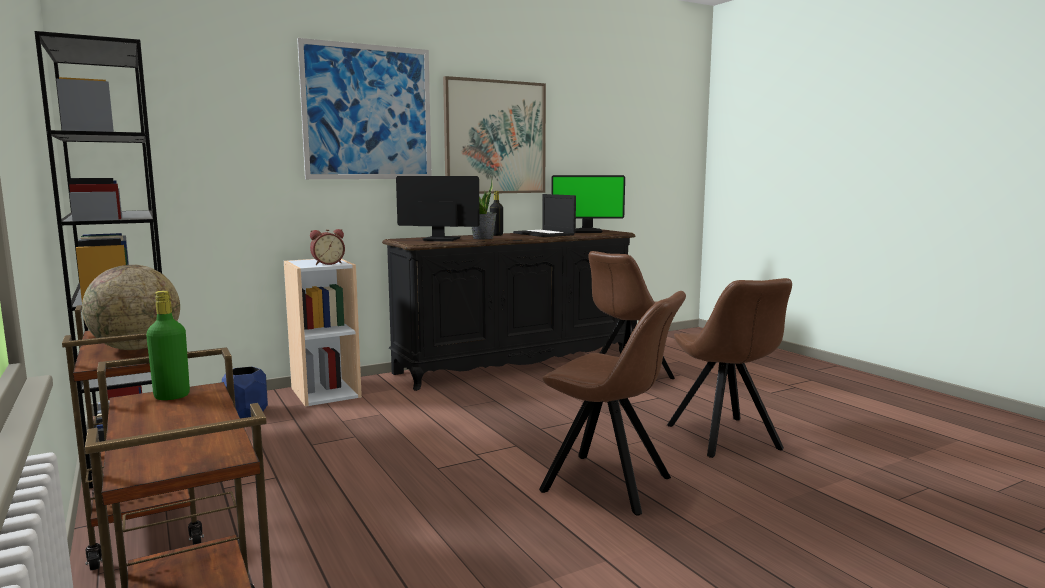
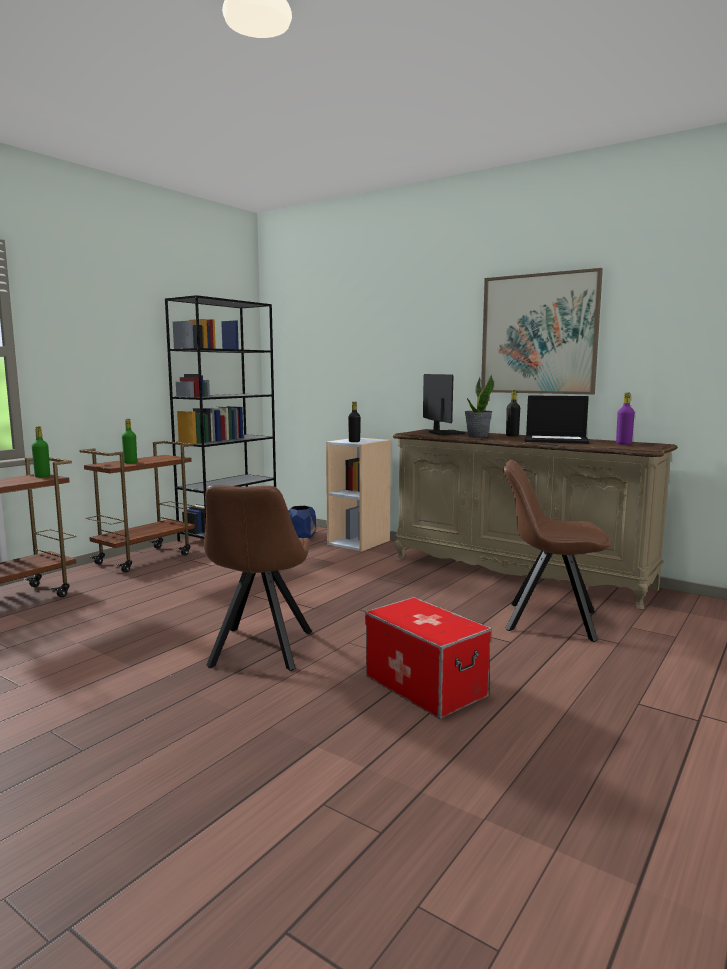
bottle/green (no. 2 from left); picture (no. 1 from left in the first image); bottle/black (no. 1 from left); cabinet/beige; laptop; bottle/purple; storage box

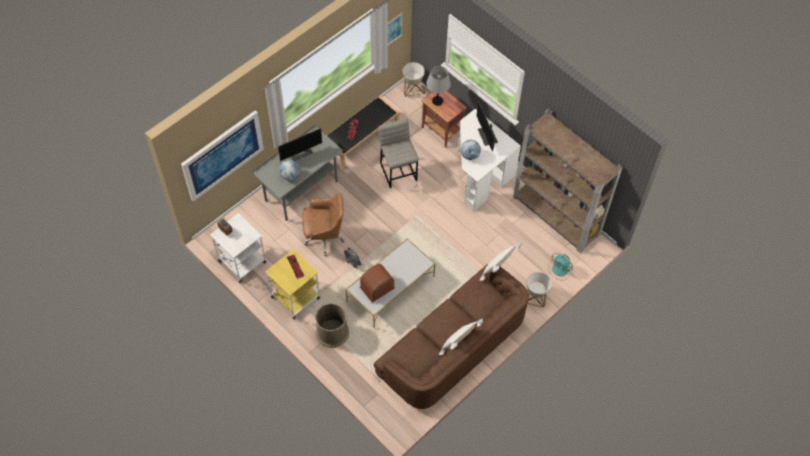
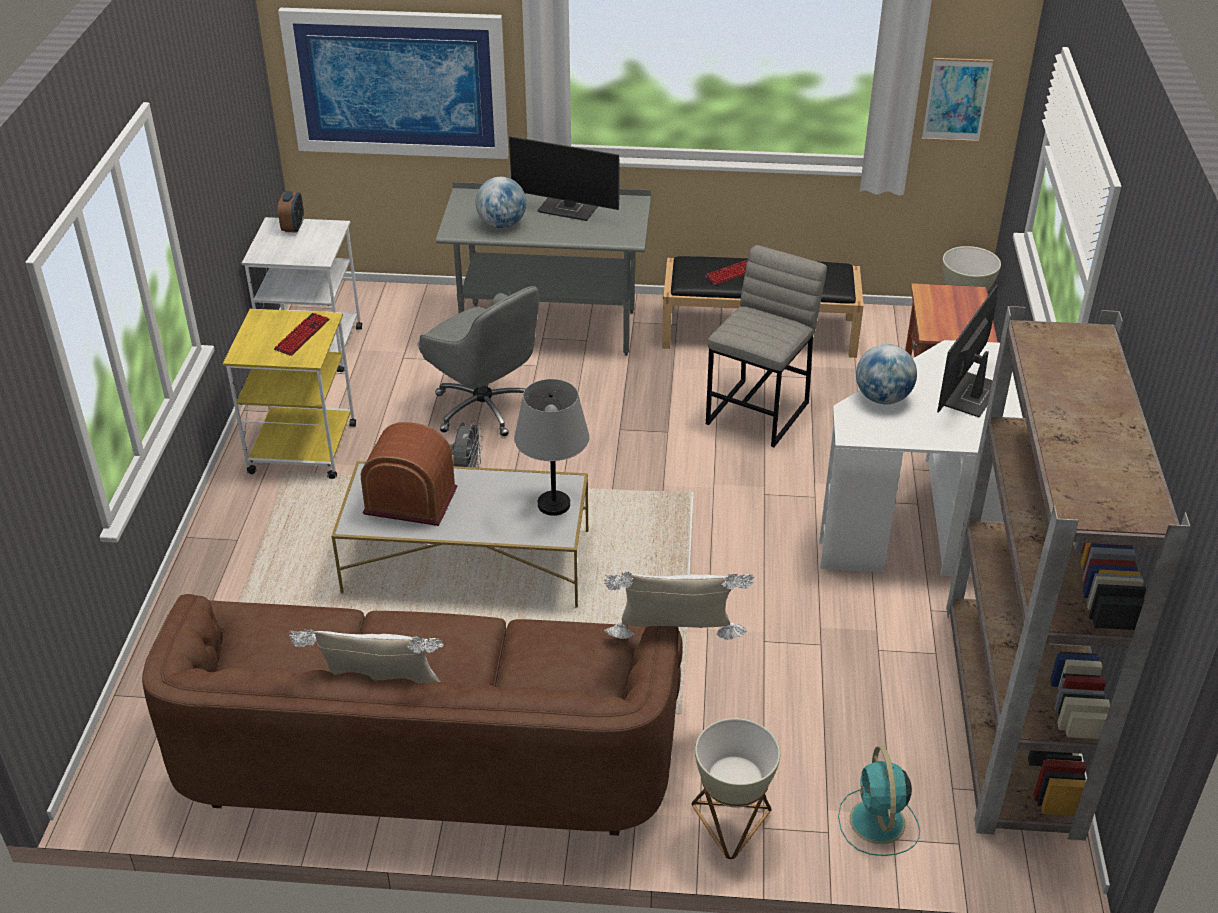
office chair/grey; trash can/brown; table lamp/grey

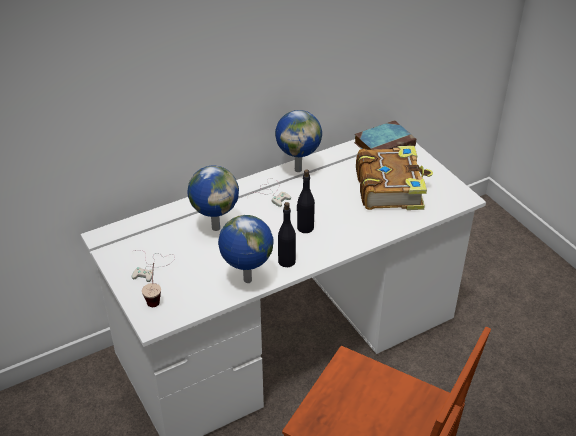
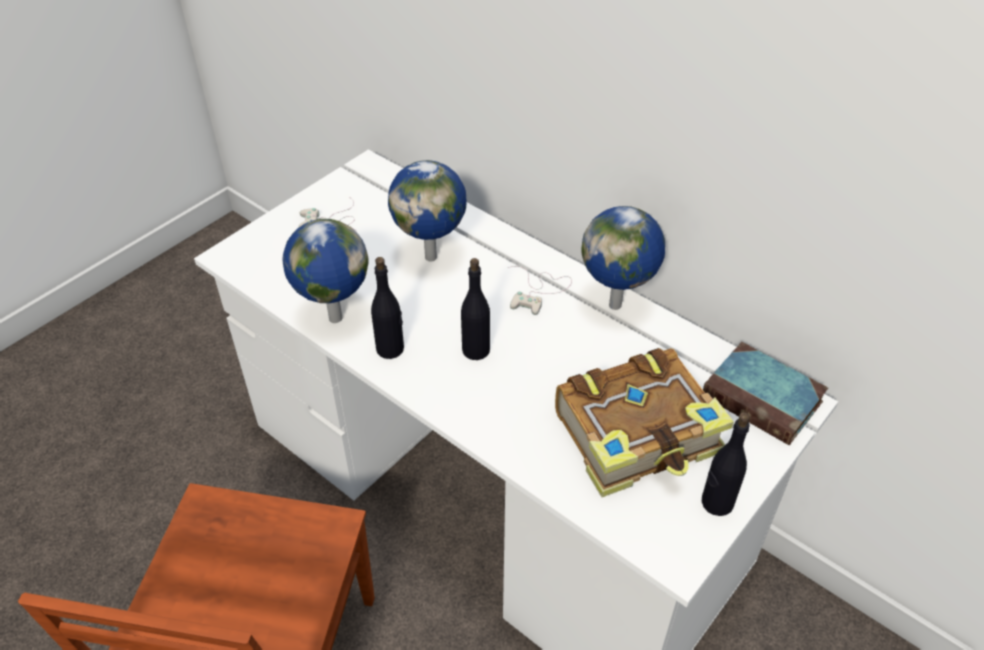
cup; bottle/black (no. 3 from left)

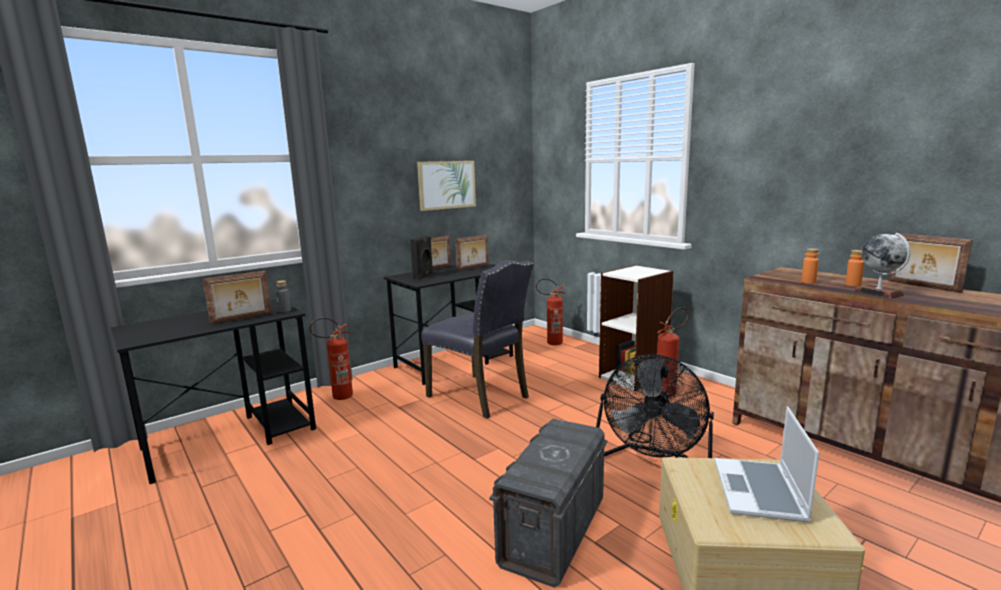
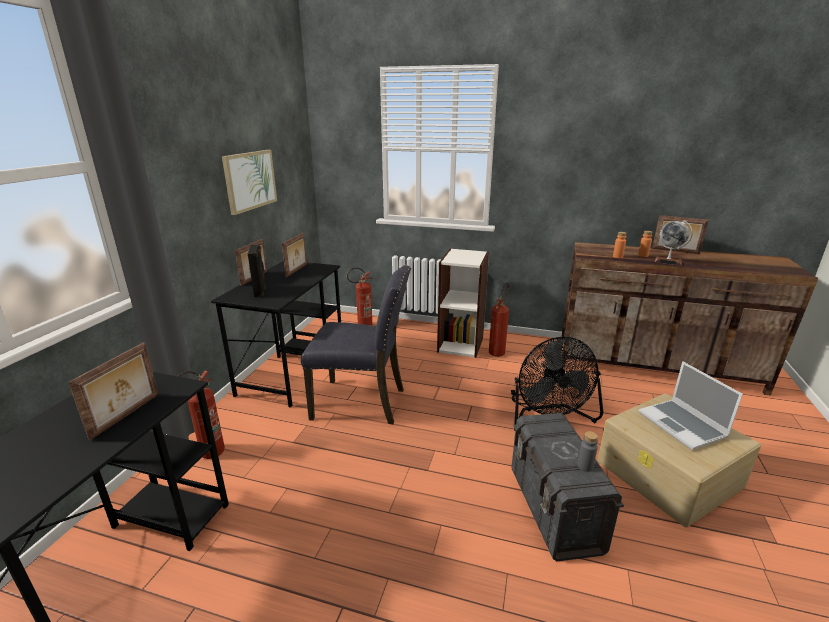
bottle/grey

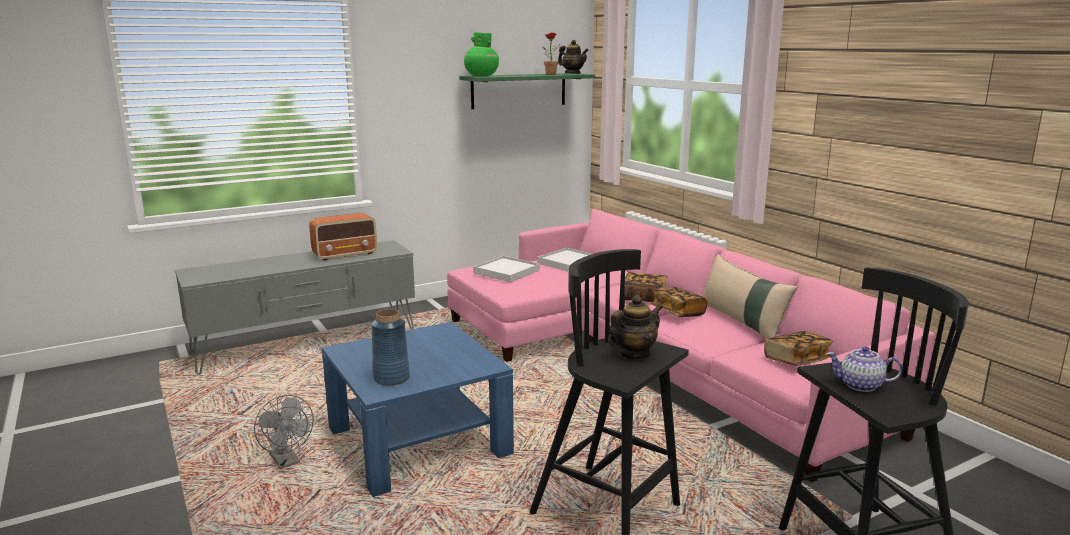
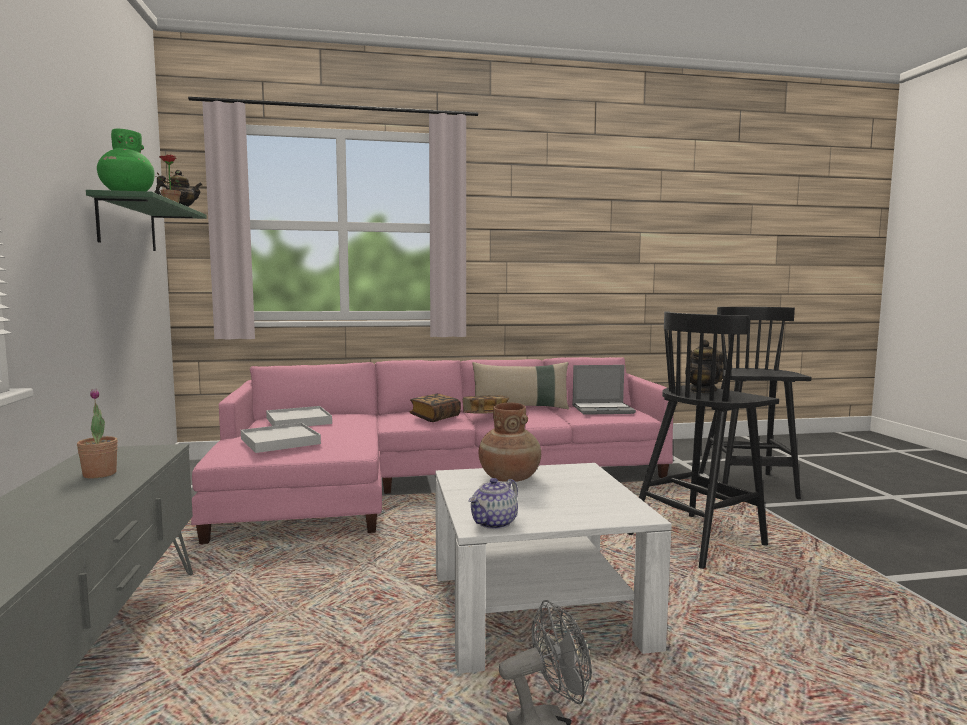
potted plant (no. 1 from left); coffee table/white; vase/blue; laptop; teapot (no. 2 from left); vase/brown

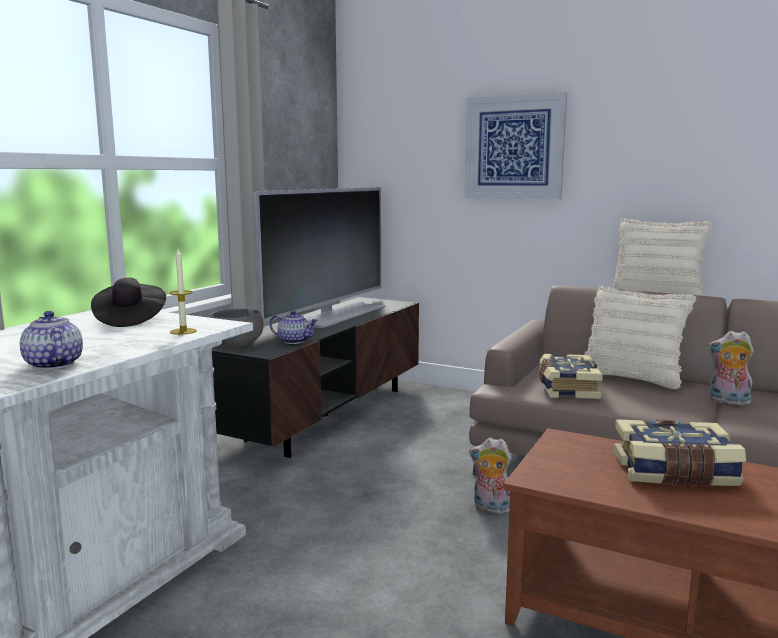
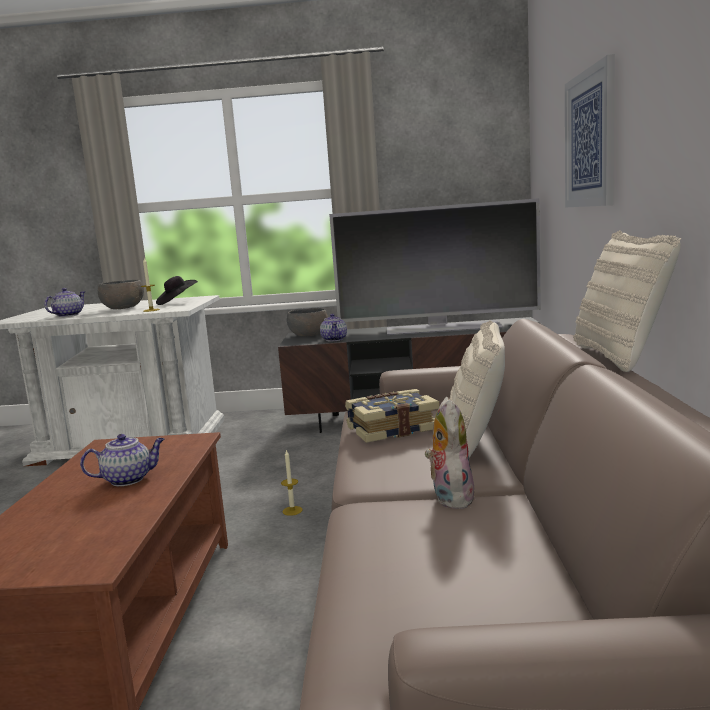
candle (no. 2 from left); teapot (no. 2 from left); bowl/grey (no. 1 from left)

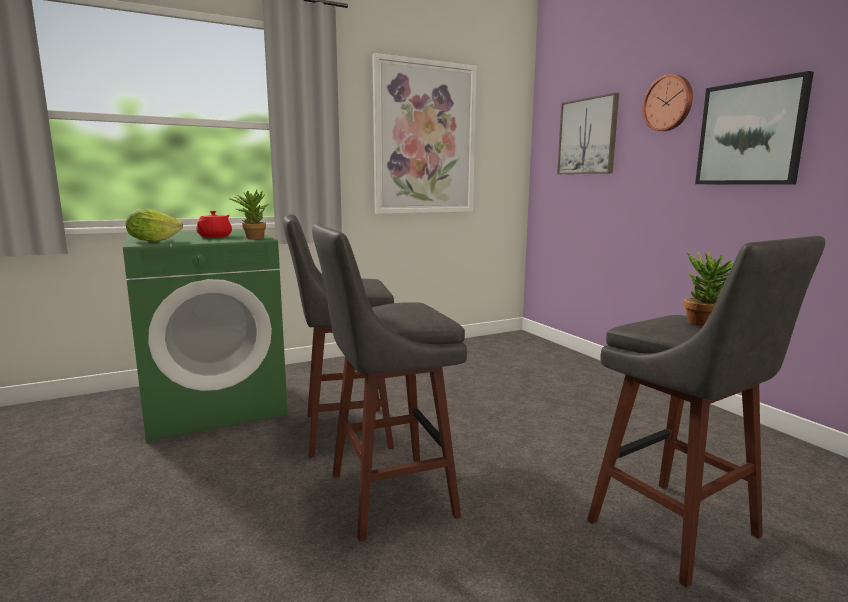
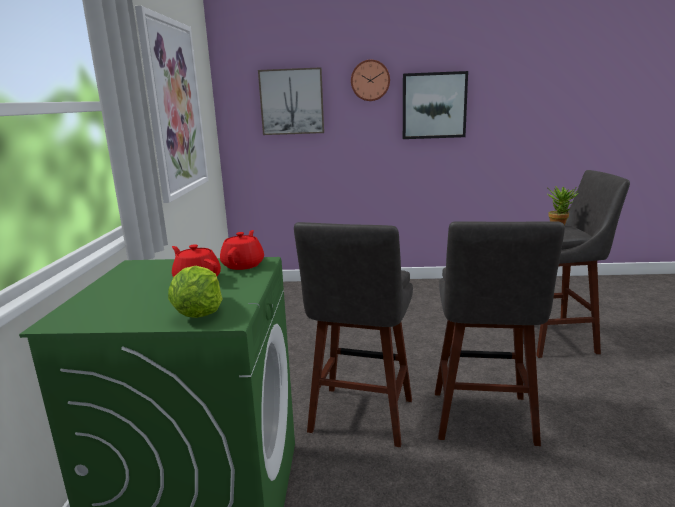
teapot/red (no. 2 from left)

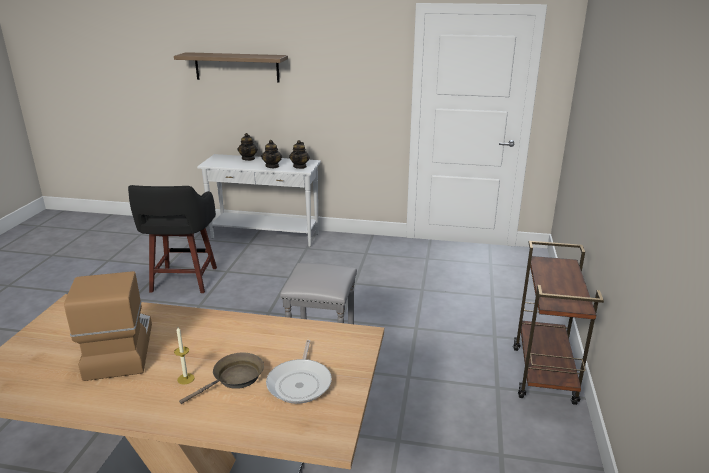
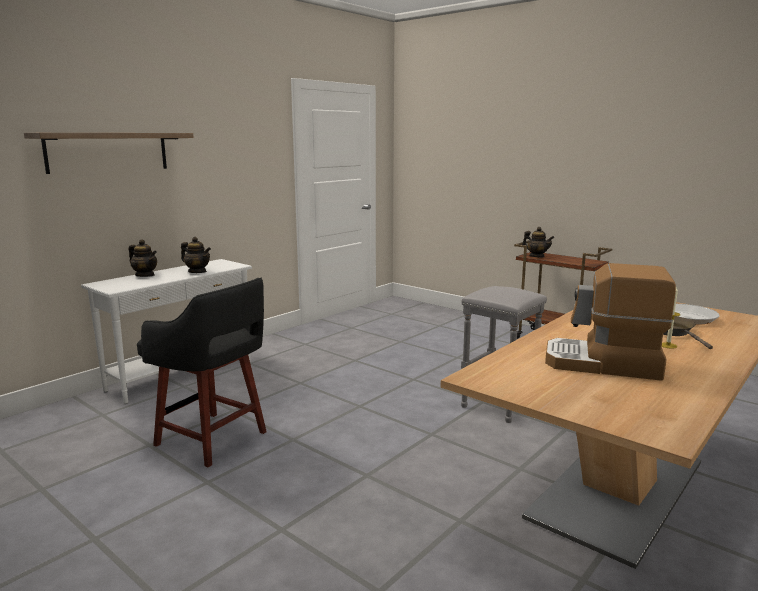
teapot (no. 3 from left)

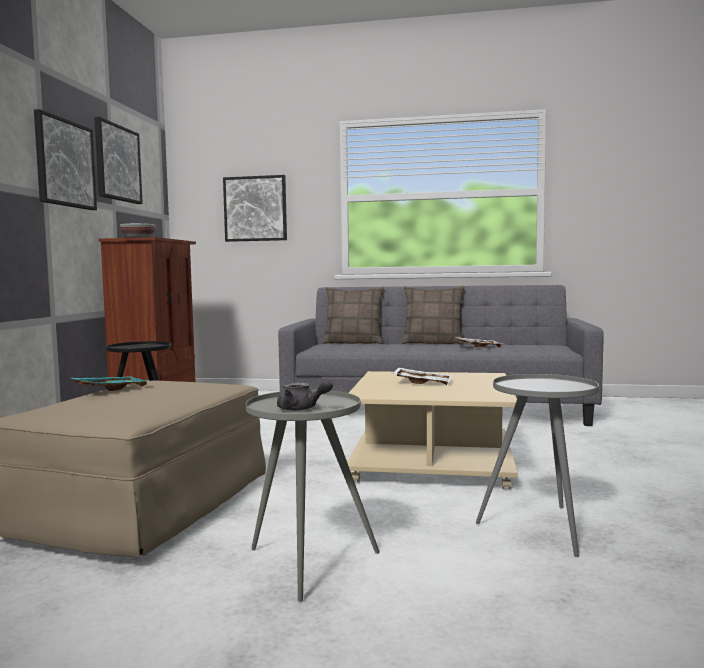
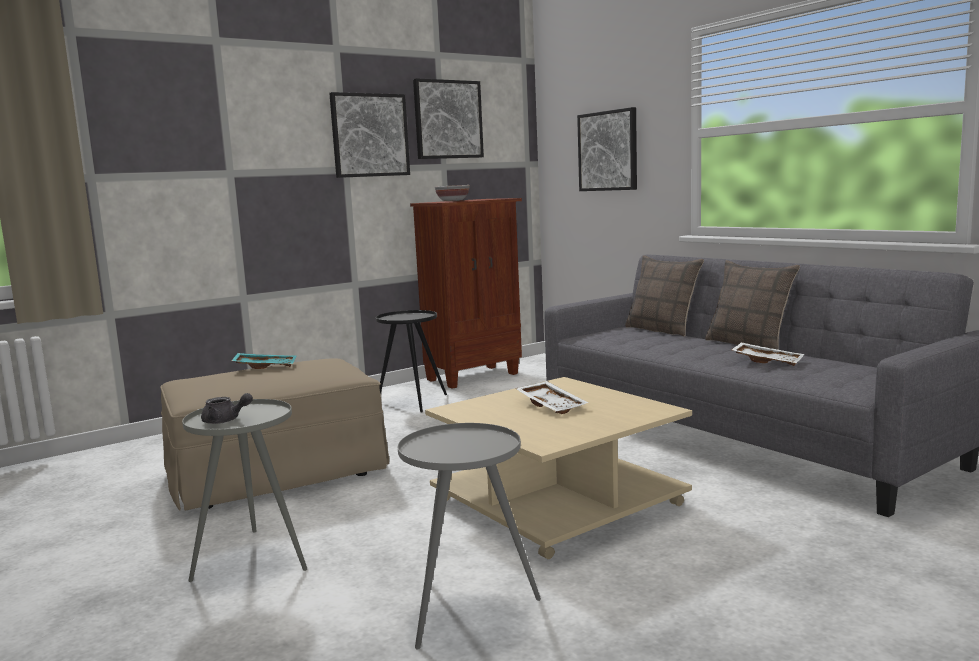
teapot/grey

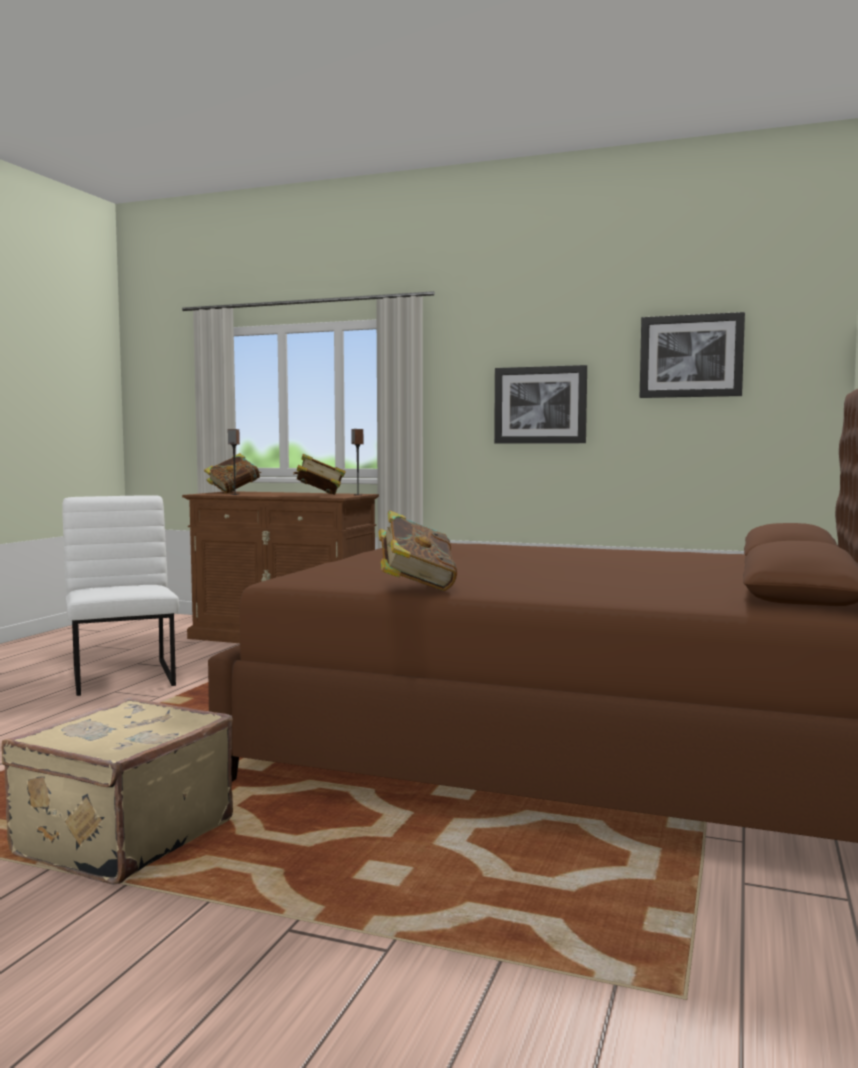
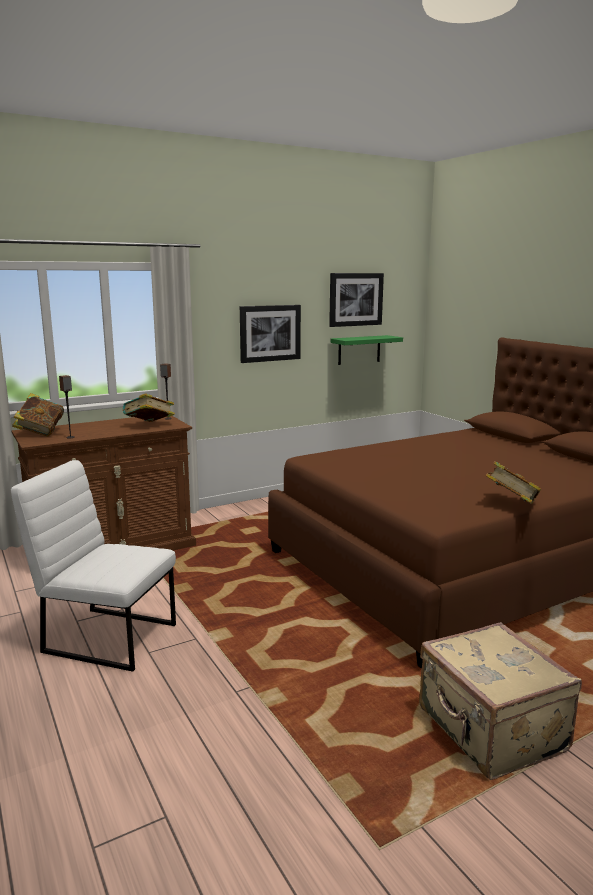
shelf/green

